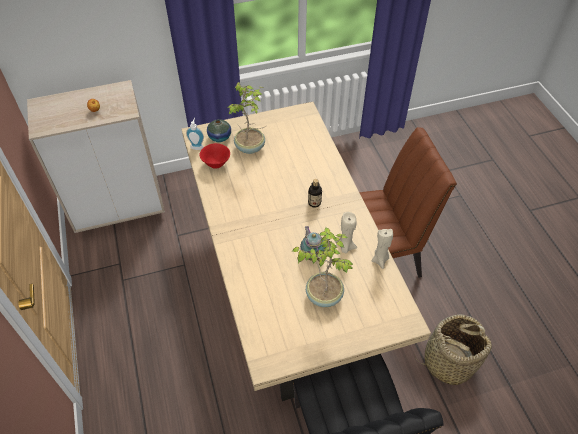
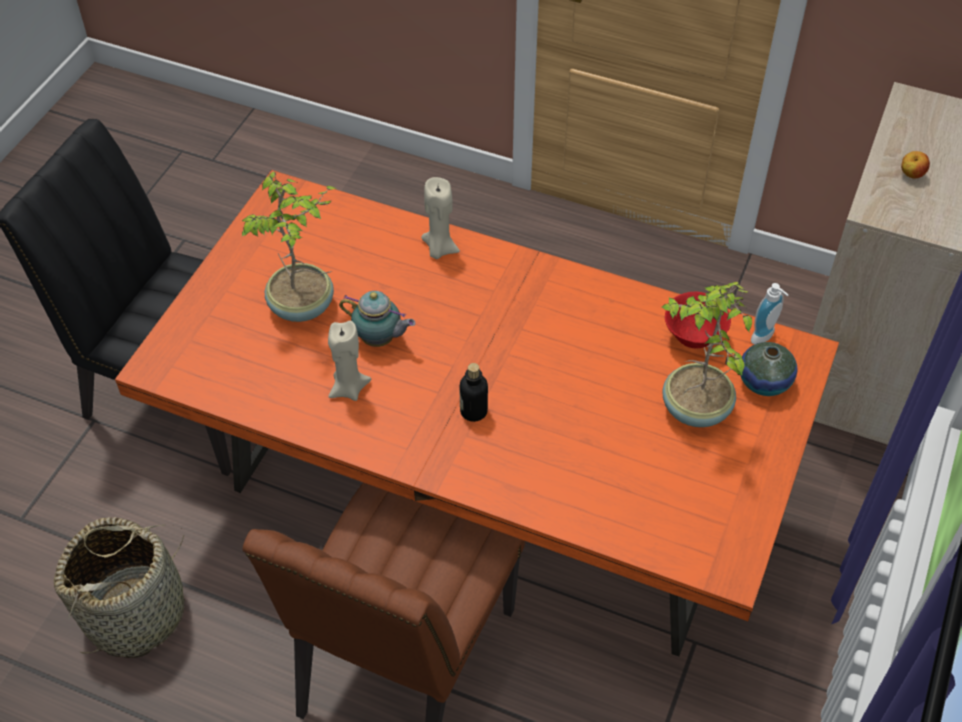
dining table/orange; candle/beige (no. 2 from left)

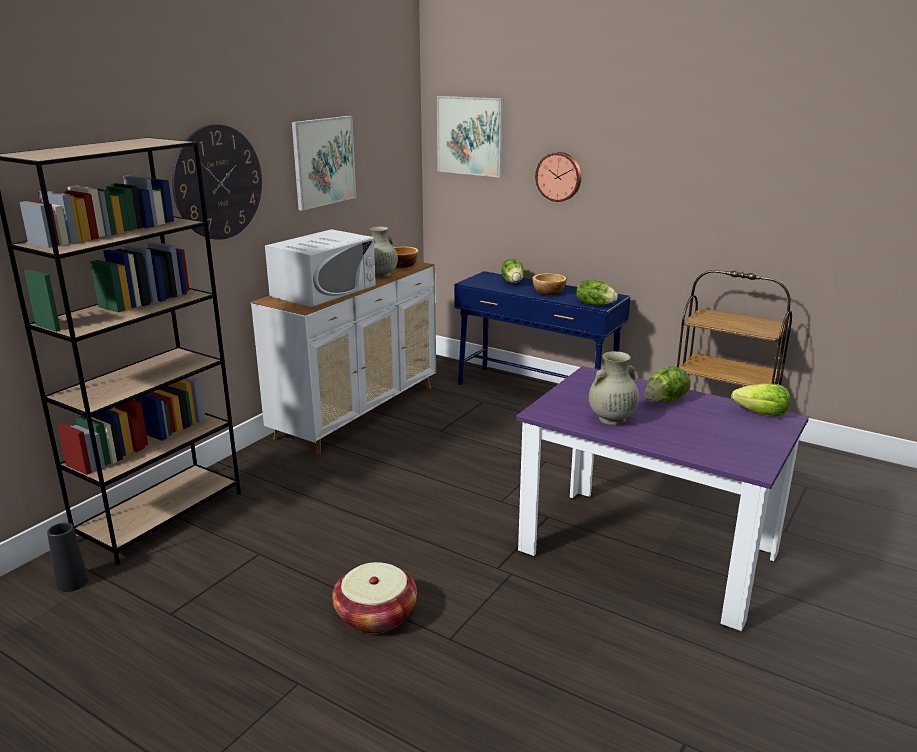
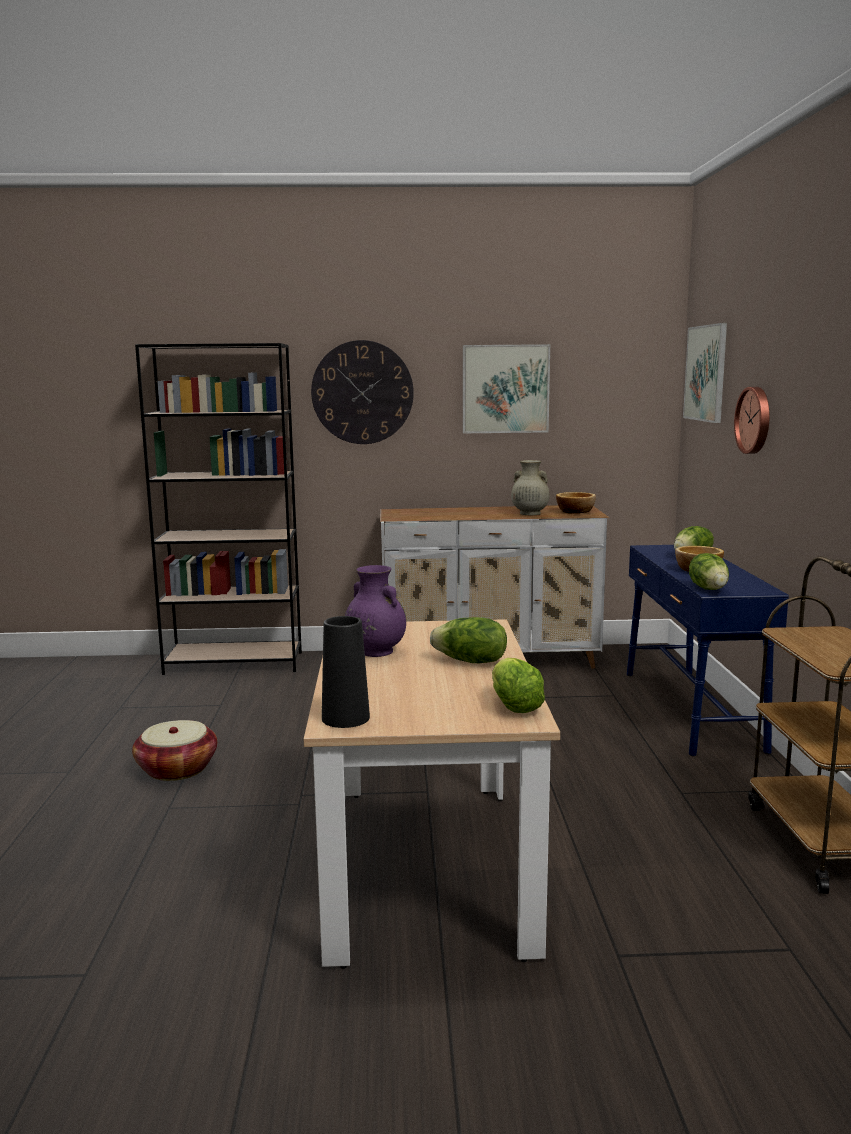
vase/black; microwave/white; dining table/beige; vase/purple

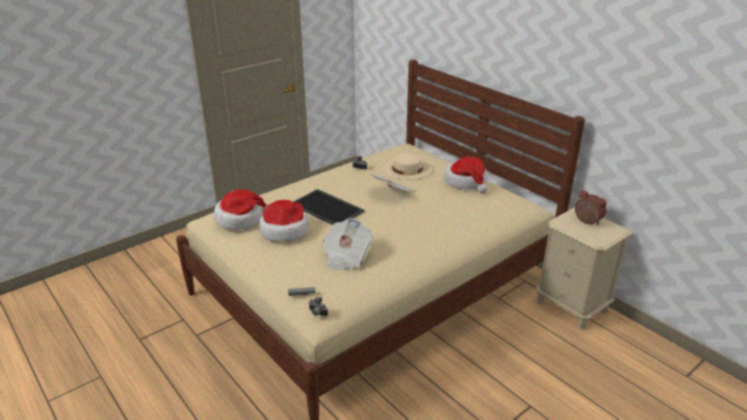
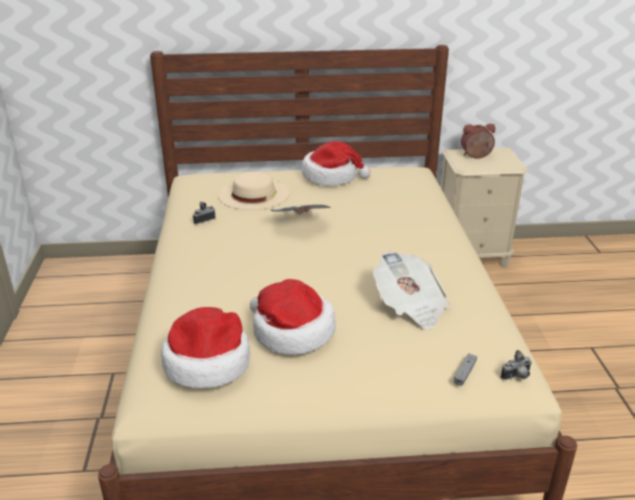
tray

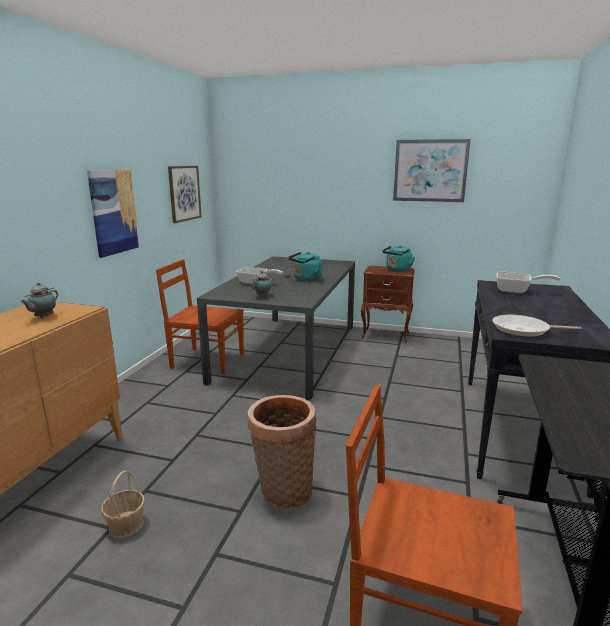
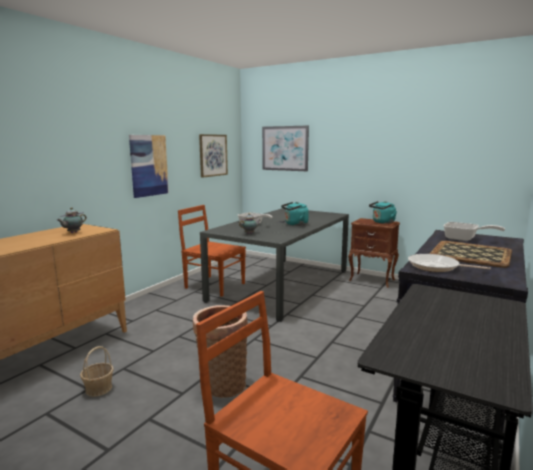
picture (no. 3 from left); tray

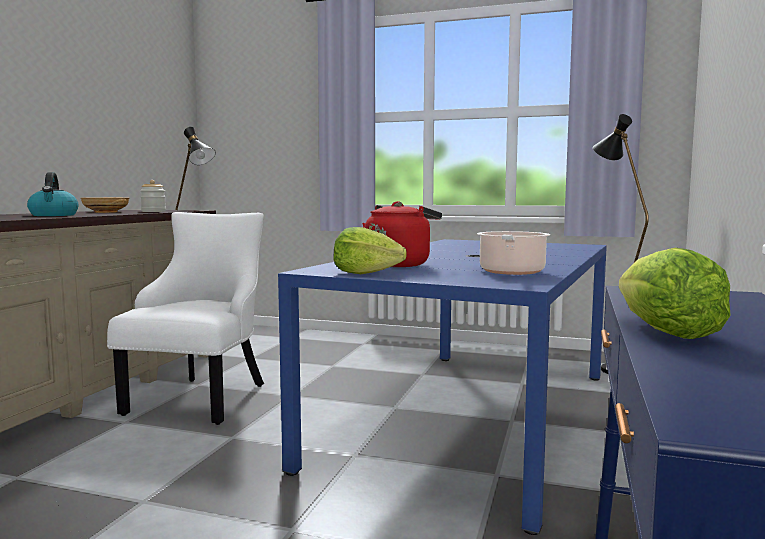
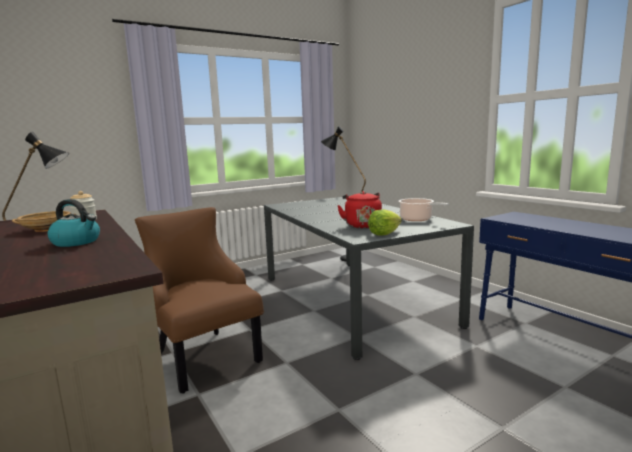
chair/brown; dining table/grey; lettuce (no. 2 from left in the first image)

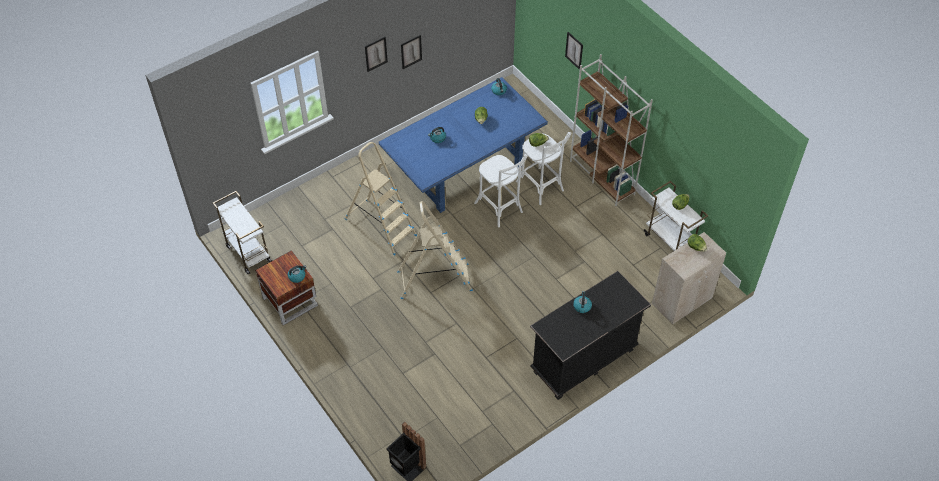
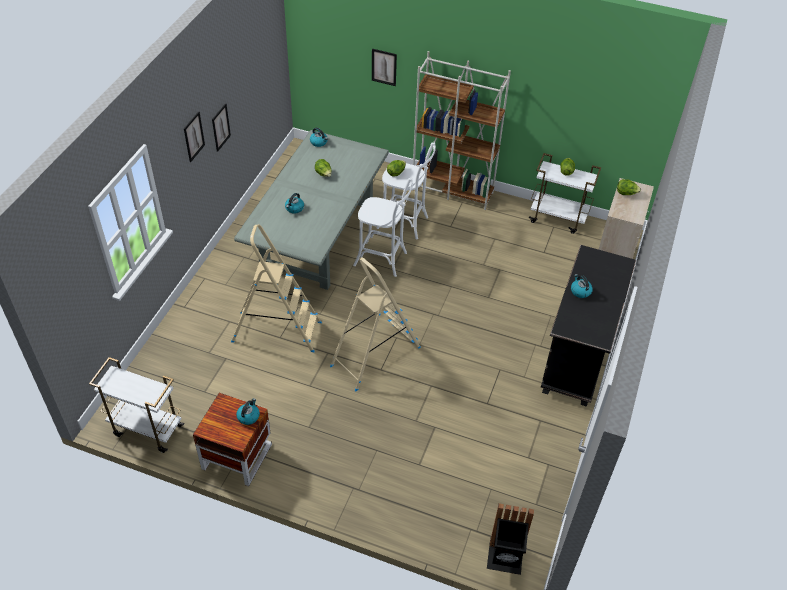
dining table/grey

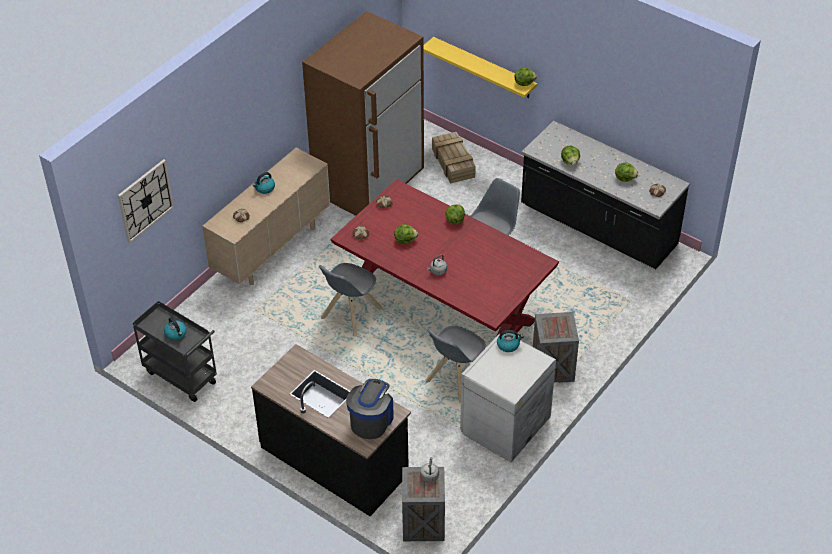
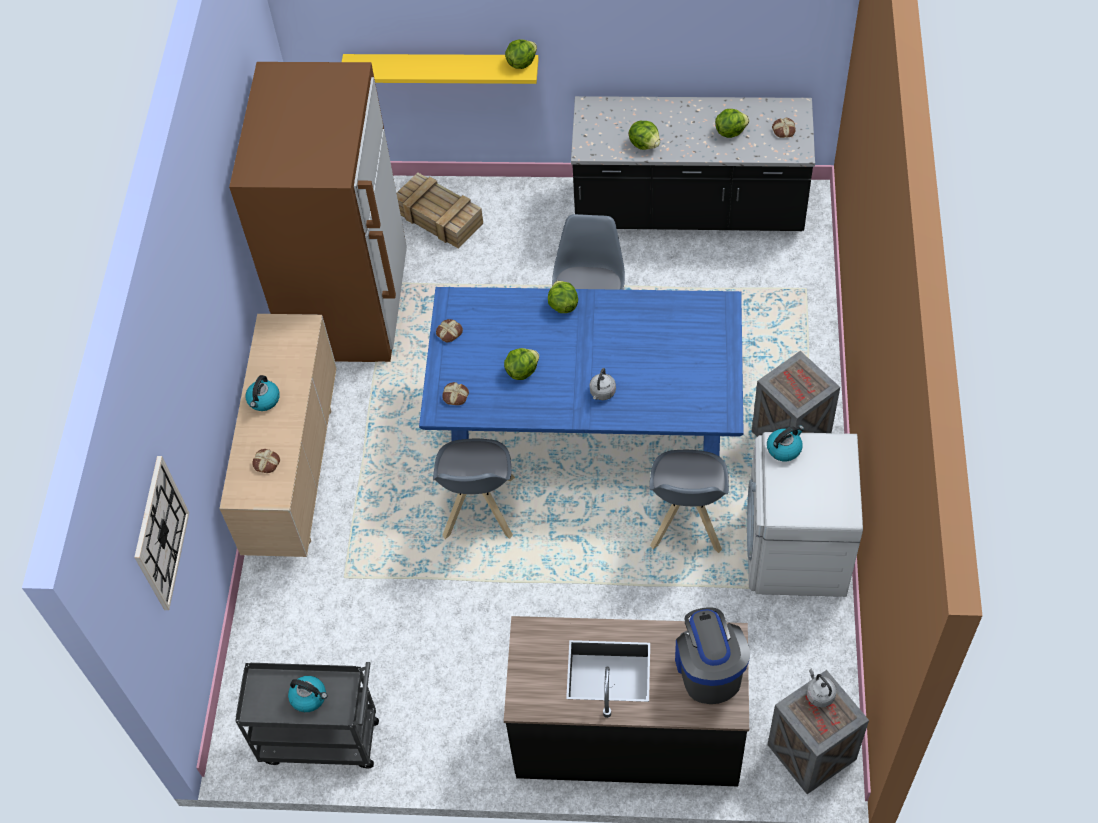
dining table/blue

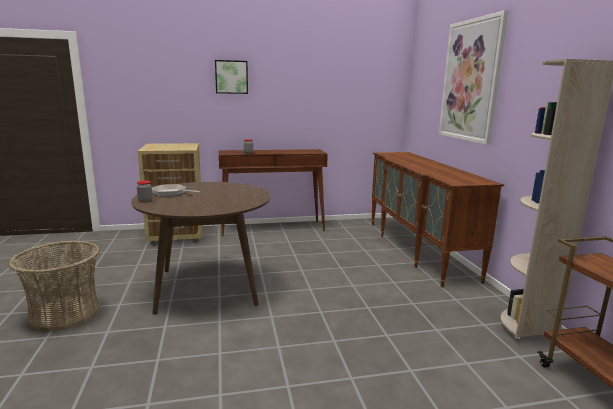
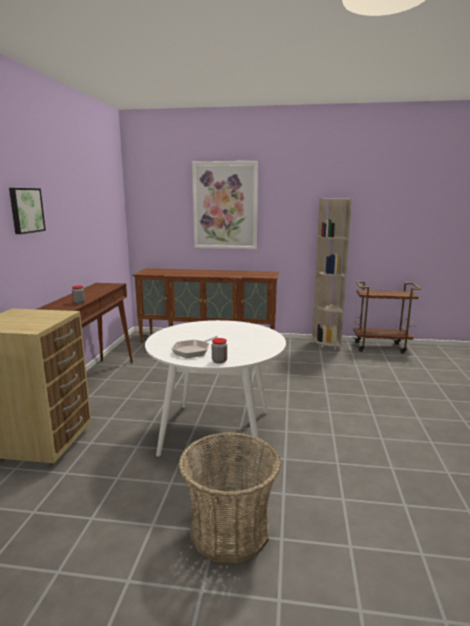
dining table/white

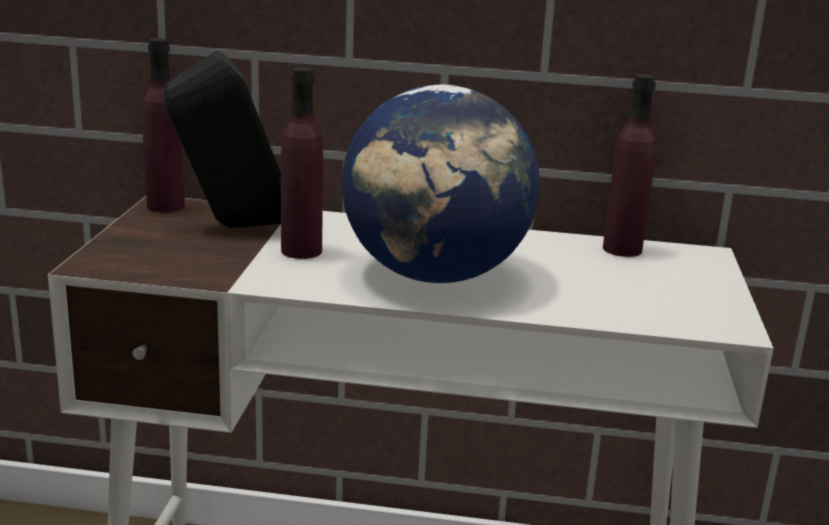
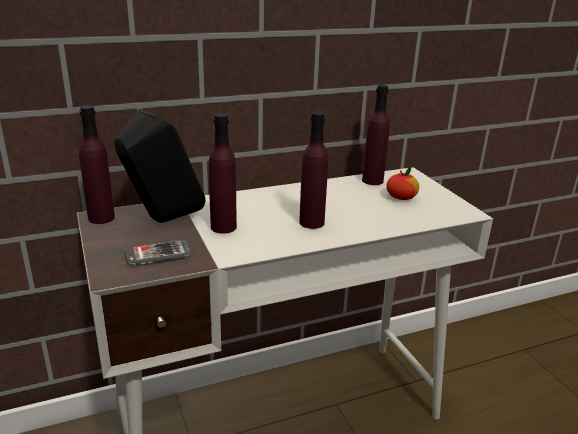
bottle/purple (no. 3 from left); phone; apple

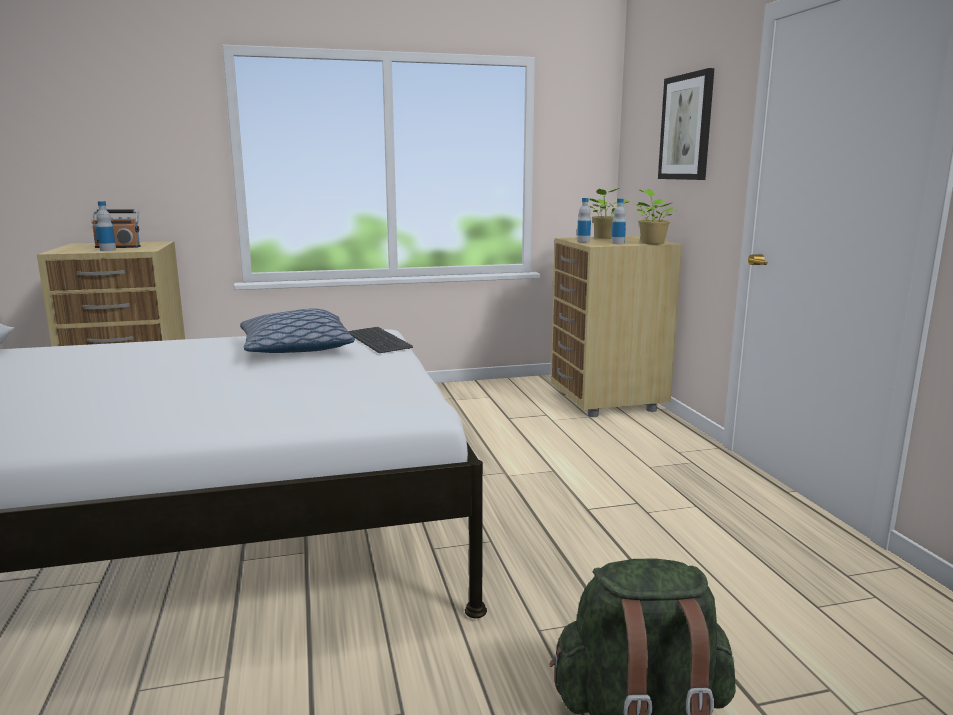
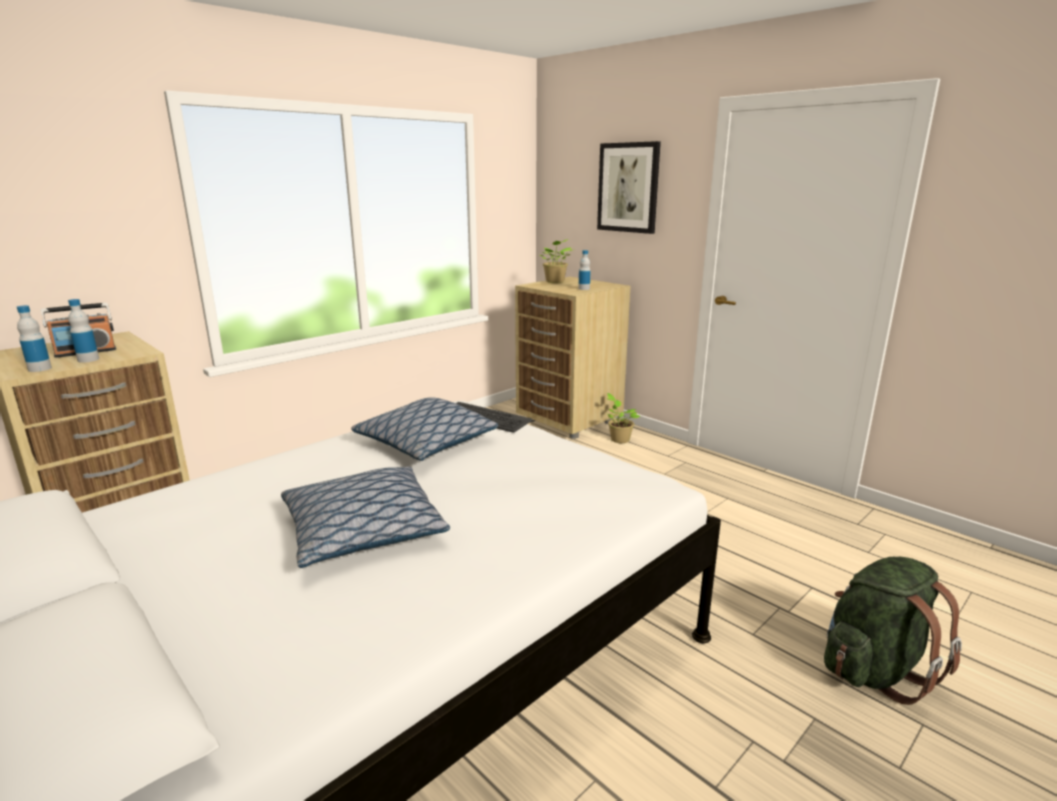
bottle (no. 1 from left); potted plant (no. 2 from left); pillow (no. 1 from left)

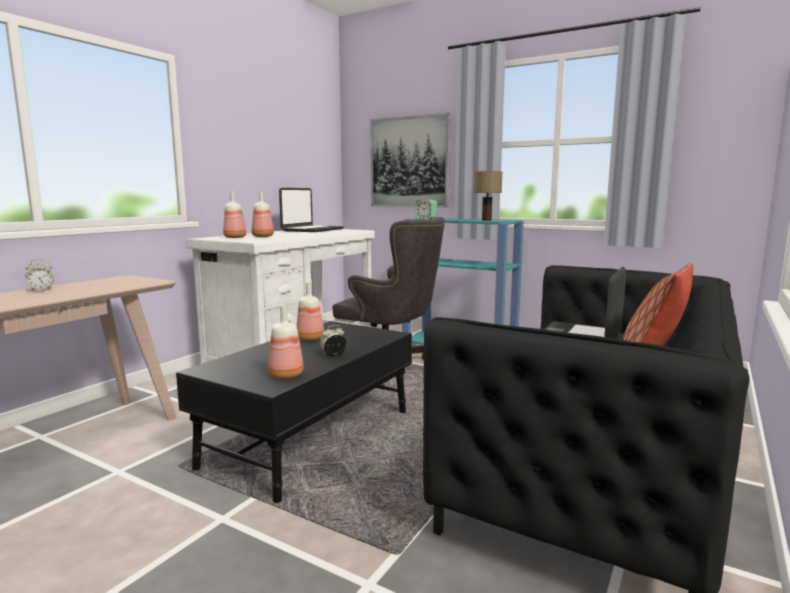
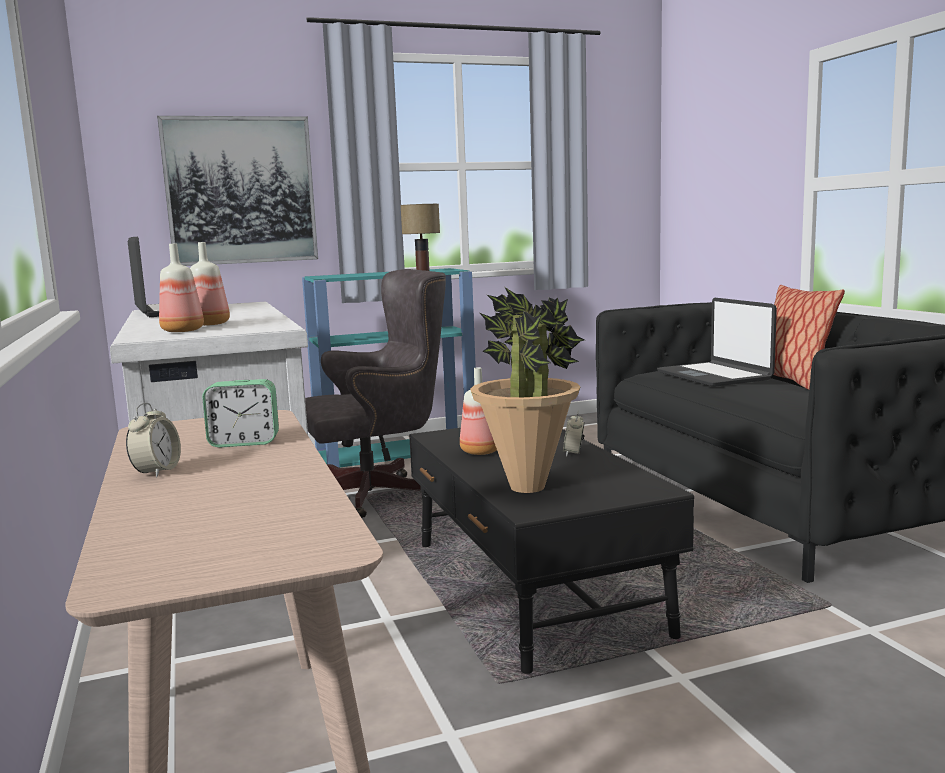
bottle (no. 3 from left in the first image); alarm clock (no. 2 from left); potted plant

